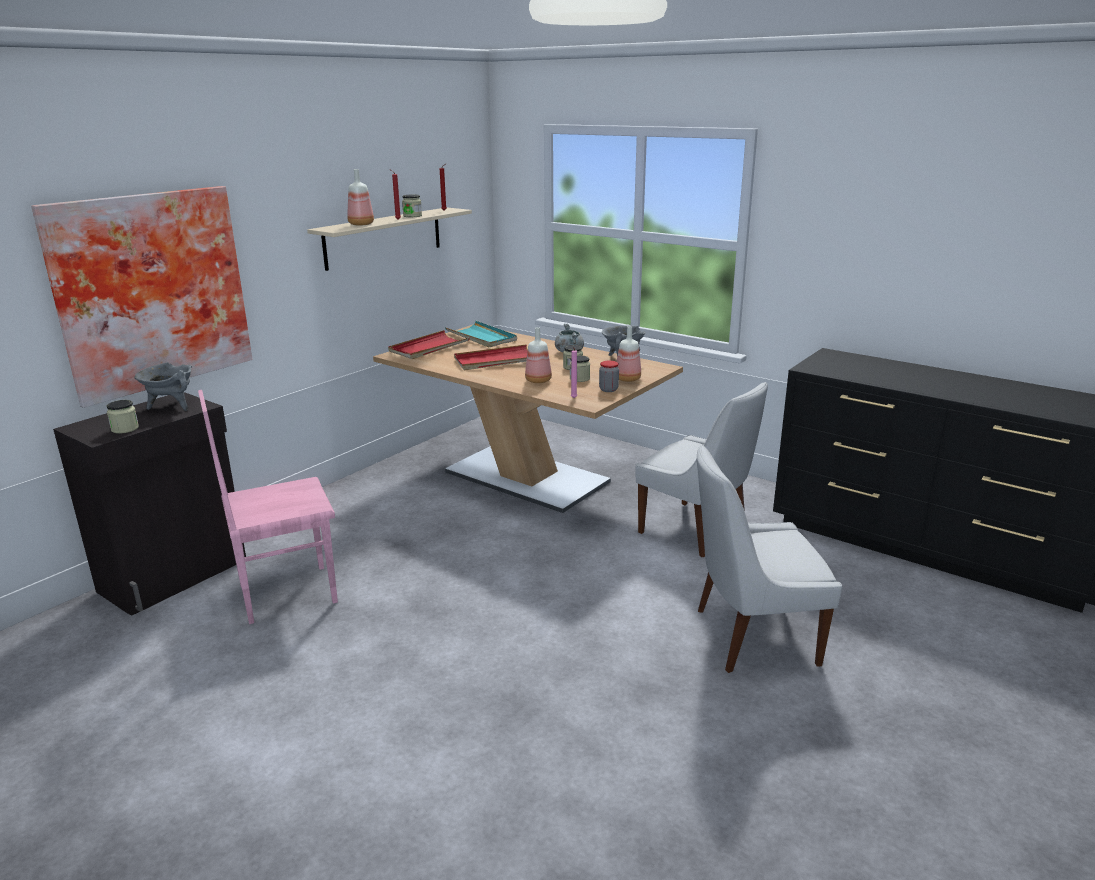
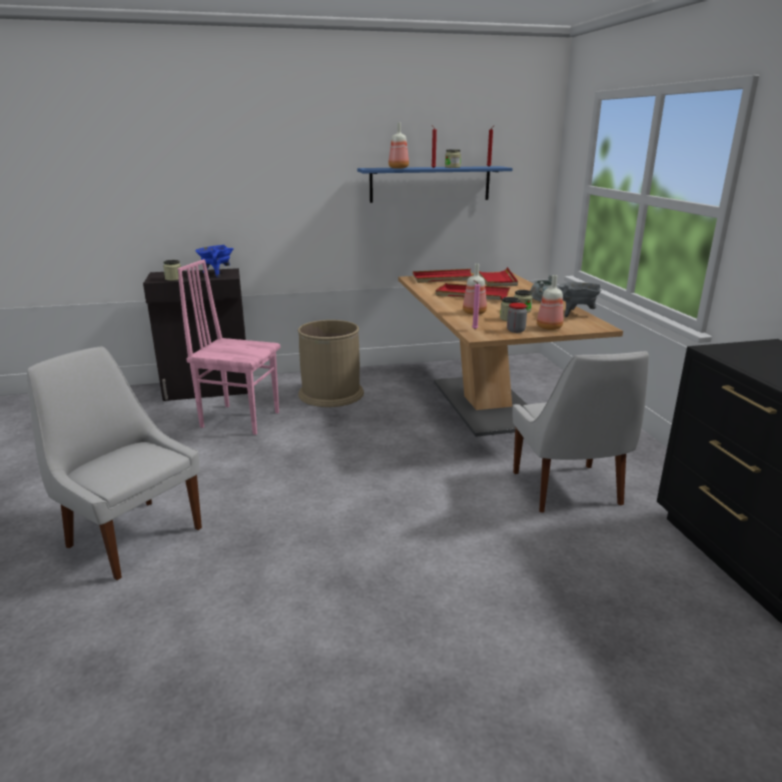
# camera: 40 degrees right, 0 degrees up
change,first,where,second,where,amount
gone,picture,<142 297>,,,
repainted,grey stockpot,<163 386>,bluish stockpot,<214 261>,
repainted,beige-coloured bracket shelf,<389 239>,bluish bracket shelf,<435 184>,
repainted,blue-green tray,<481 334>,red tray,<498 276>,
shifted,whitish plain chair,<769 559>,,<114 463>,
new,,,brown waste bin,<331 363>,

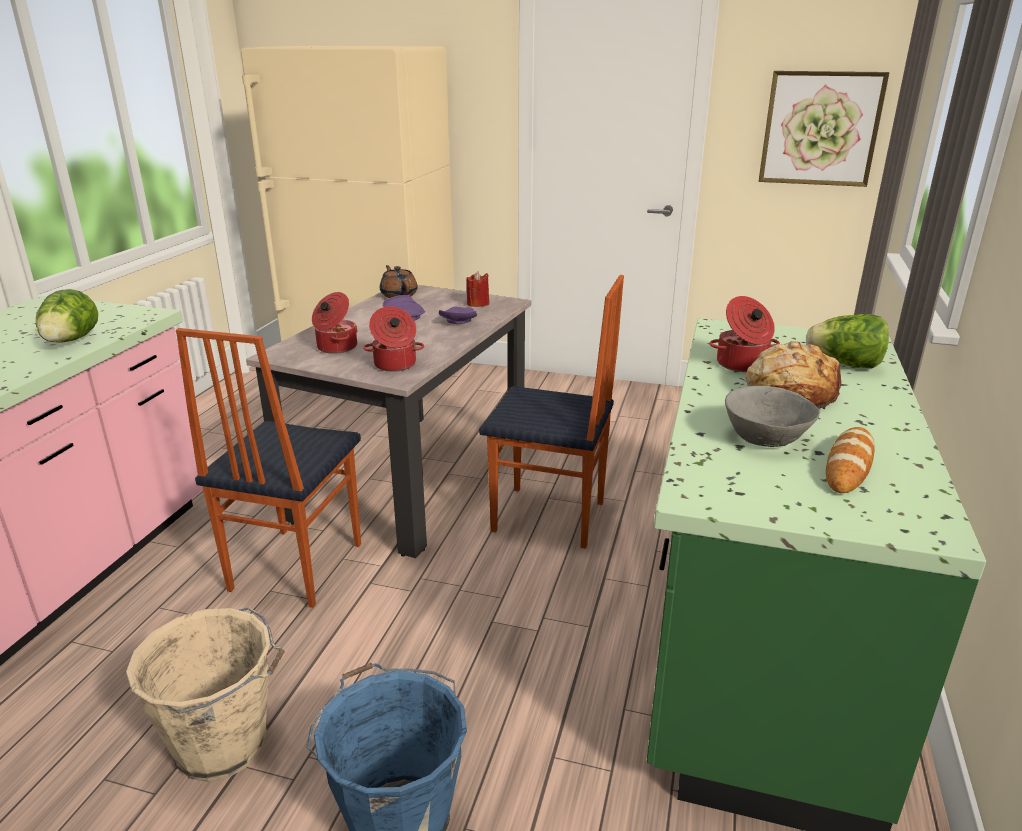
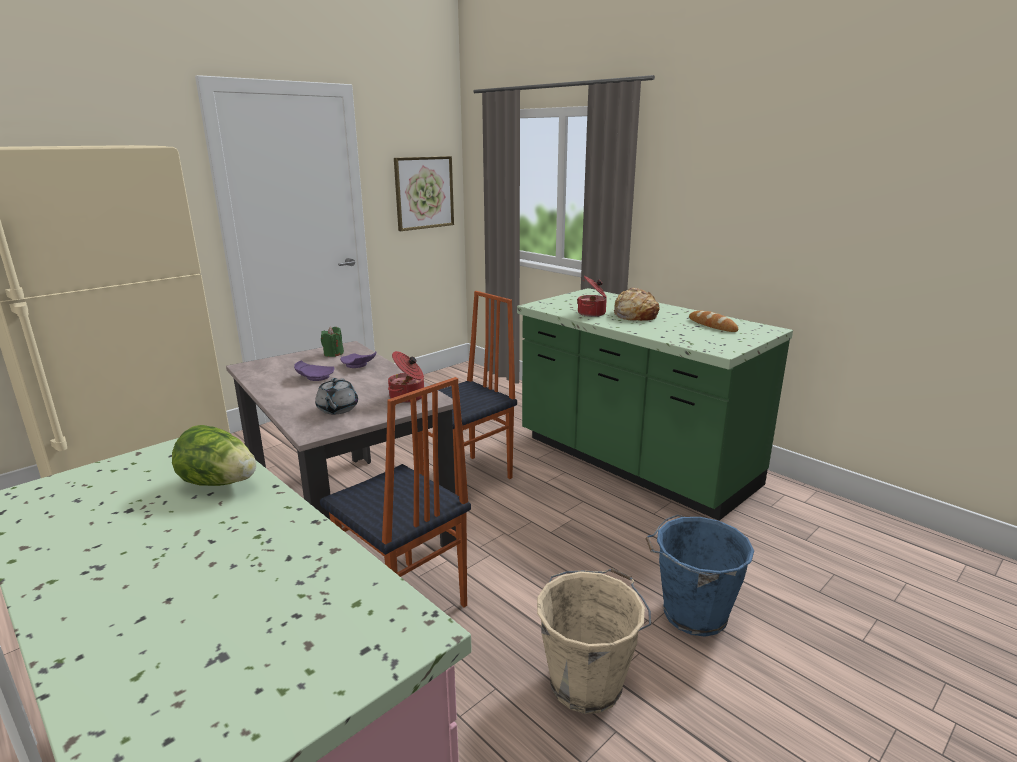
# camera: 60 degrees left, 5 degrees down
change,first,where,second,where,amount
swapped,stockpot,<335 323>,grey tea pot,<336 396>,
gone,brown tea pot,<399 281>,,,
repainted,red wax light,<478 289>,greenish wax light,<332 342>,
gone,grey deep dish,<772 416>,,,
gone,lettuce head,<847 341>,,,

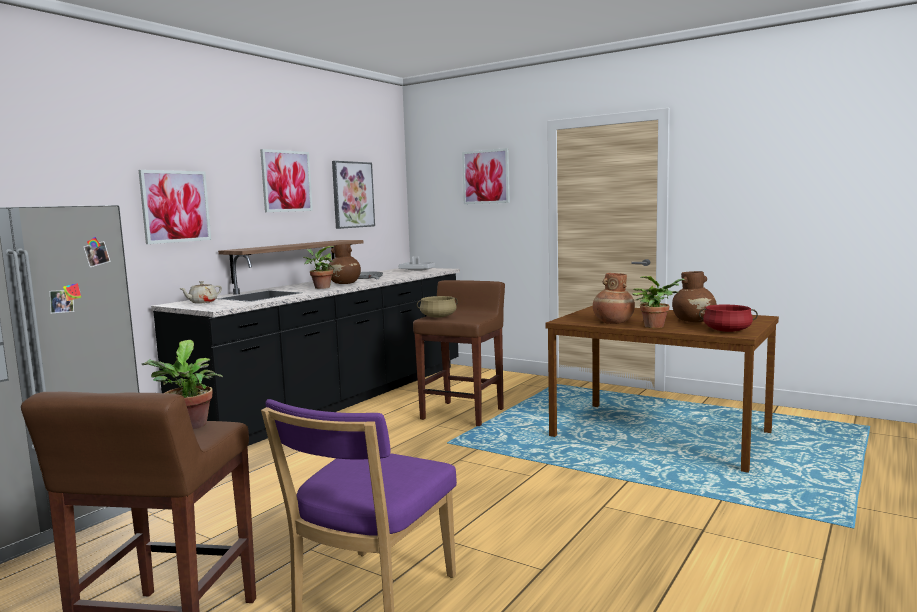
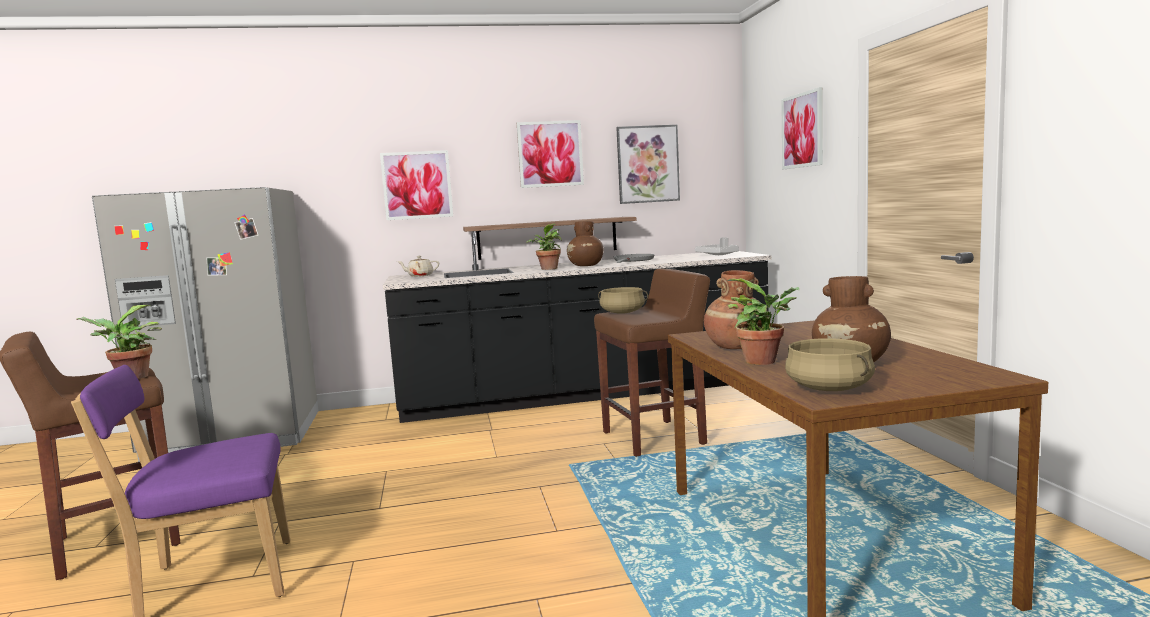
# camera: 45 degrees right, 0 degrees up
change,first,where,second,where,amount
repainted,red stockpot,<728 318>,beige-coloured stockpot,<830 364>,

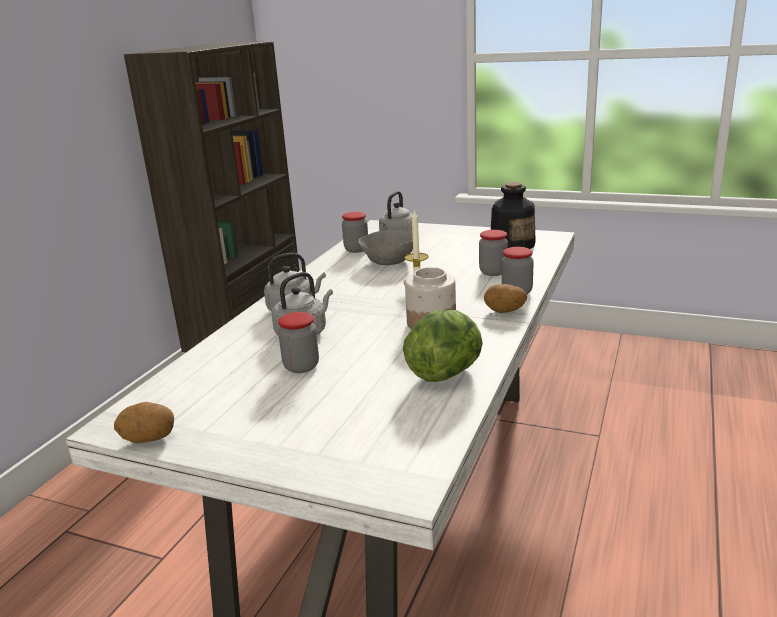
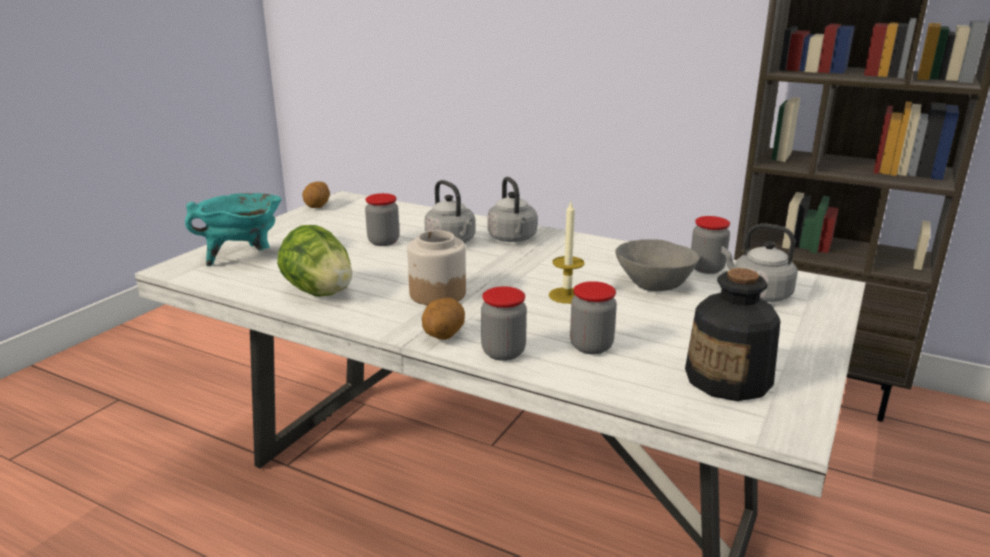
# camera: 95 degrees right, 0 degrees up
change,first,where,second,where,amount
new,,,blue-green stockpot,<233 229>,

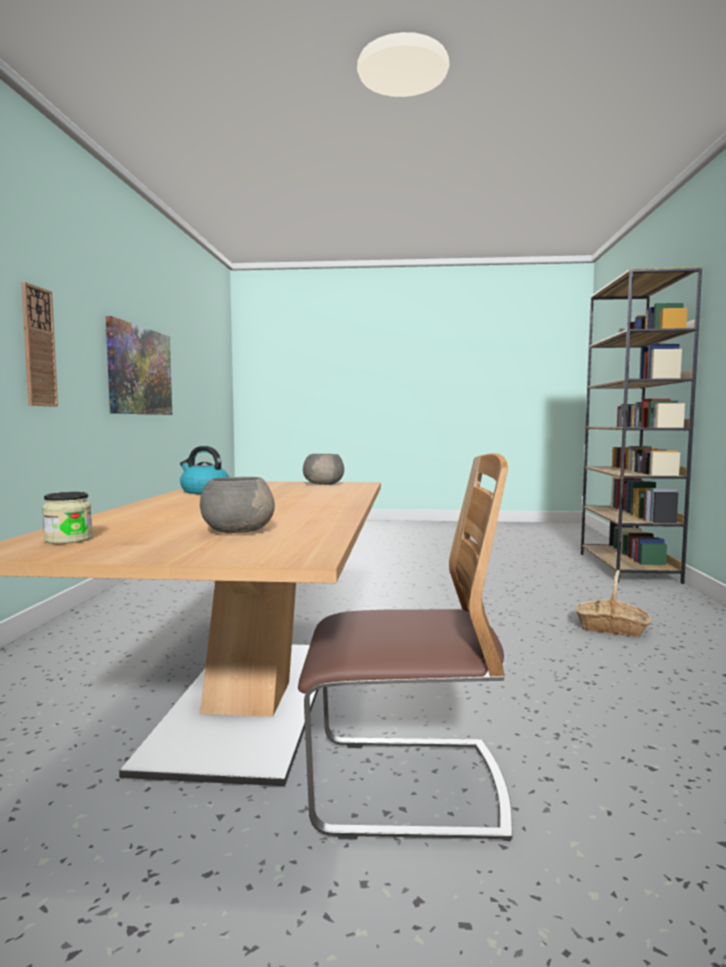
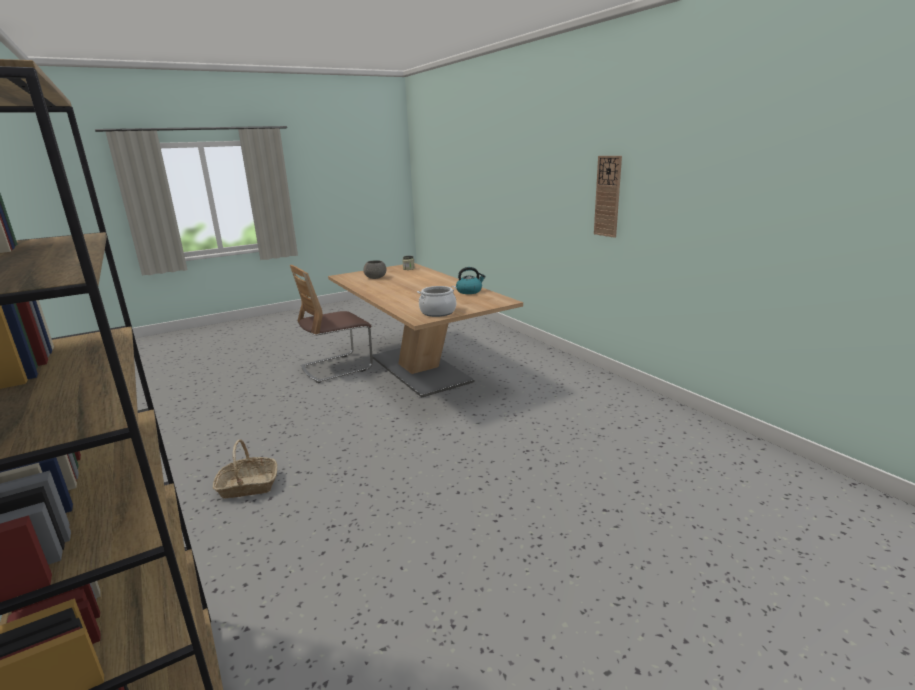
# camera: 145 degrees right, 15 degrees up
change,first,where,second,where,amount
gone,picture,<139 365>,,,
swapped,grey deep dish,<323 469>,stockpot,<437 301>,

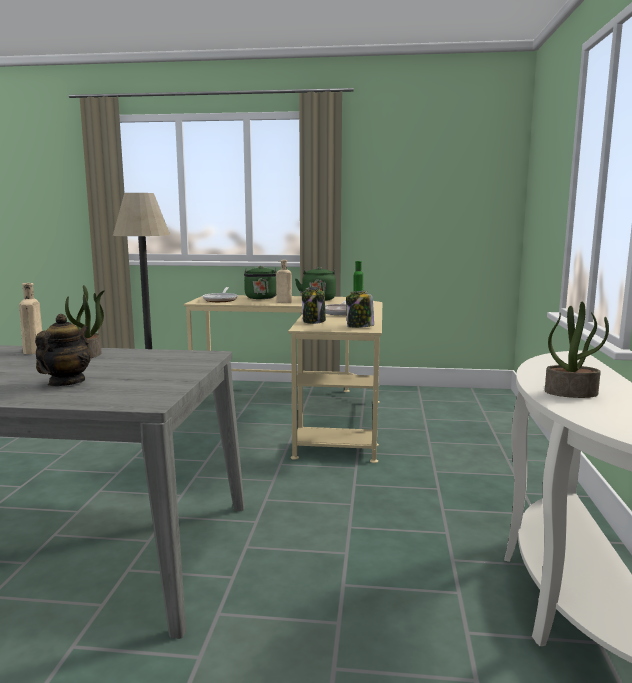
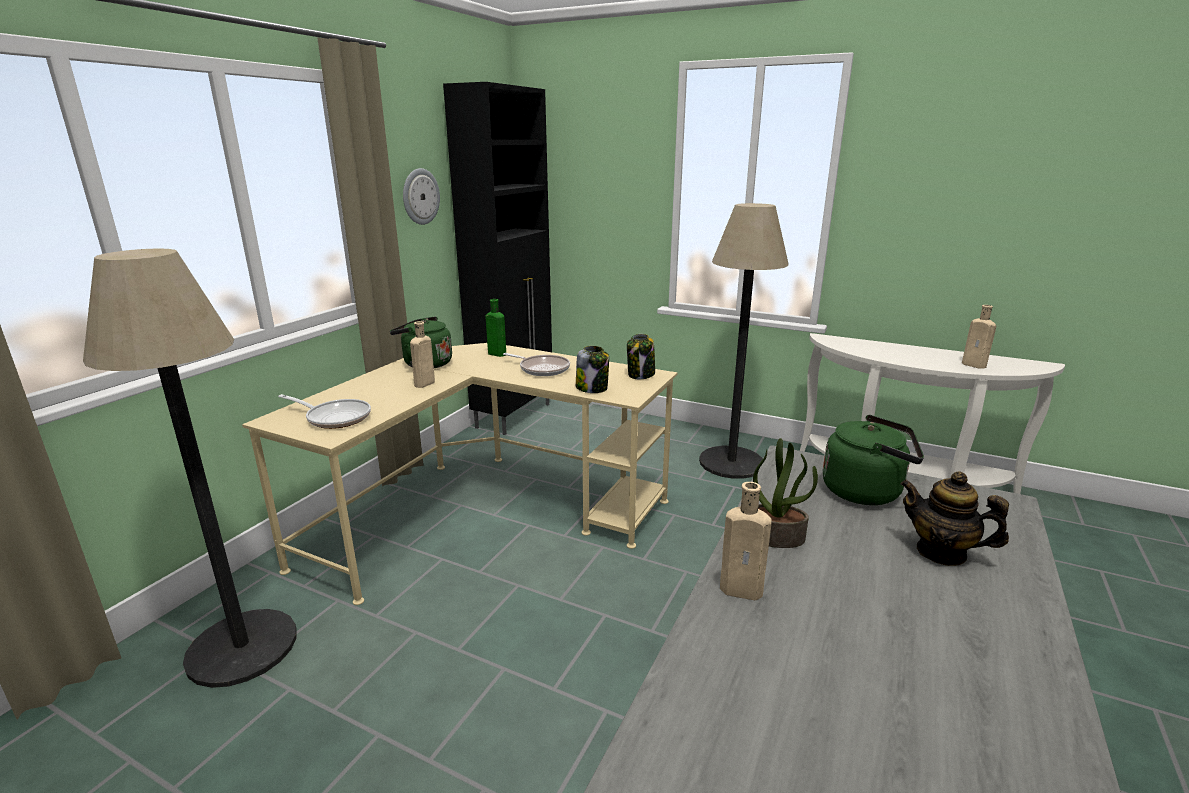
# camera: 70 degrees left, 10 degrees up
change,first,where,second,where,amount
shifted,greenish tea kettle,<260 282>,,<873 460>,
gone,potted plant,<577 350>,,,
new,,,wall clock,<421 196>,
new,,,black storage cabinet,<497 258>,
new,,,standing lamp,<744 341>,
new,,,beige-coloured bottle,<979 337>,

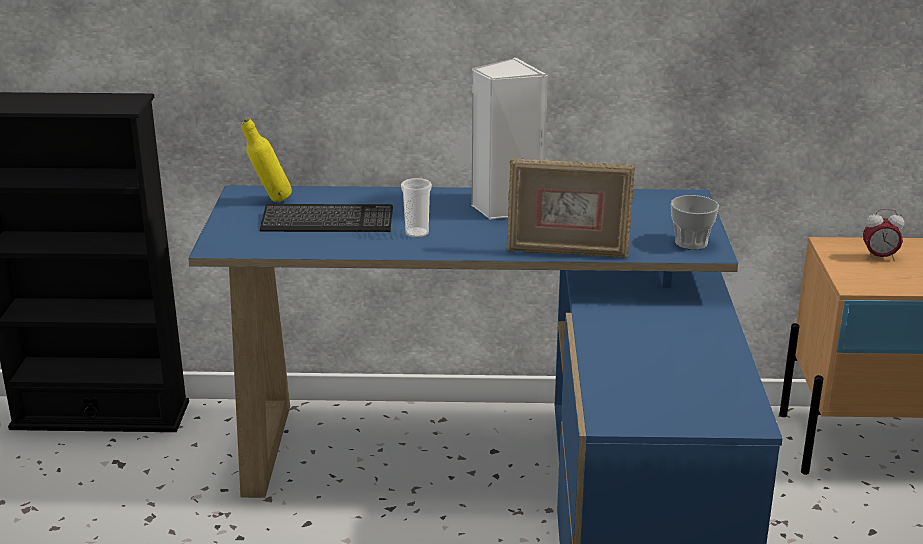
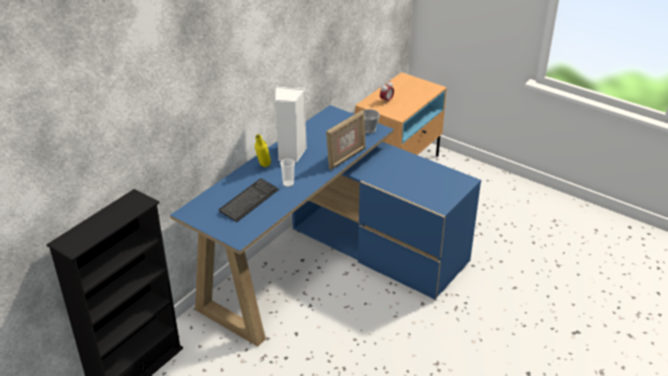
# camera: 55 degrees left, 10 degrees up
change,first,where,second,where,amount
shifted,yellow-coloured bottle,<266 160>,,<263 150>,

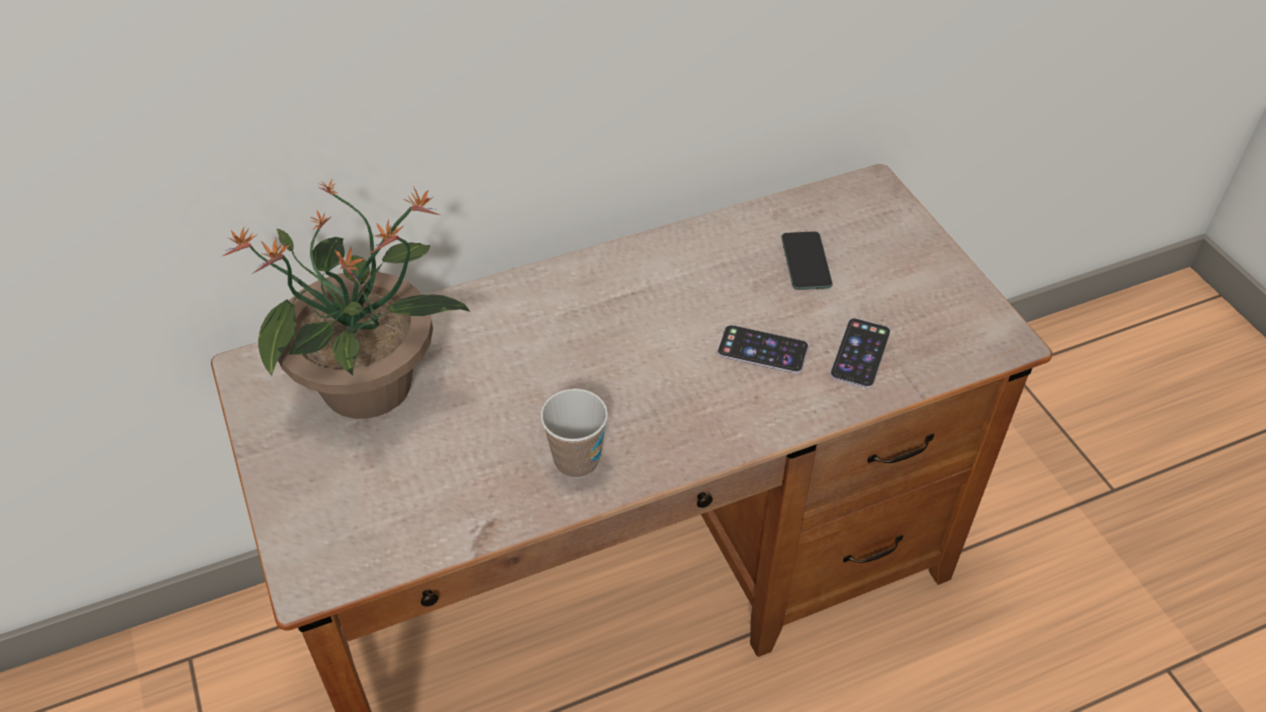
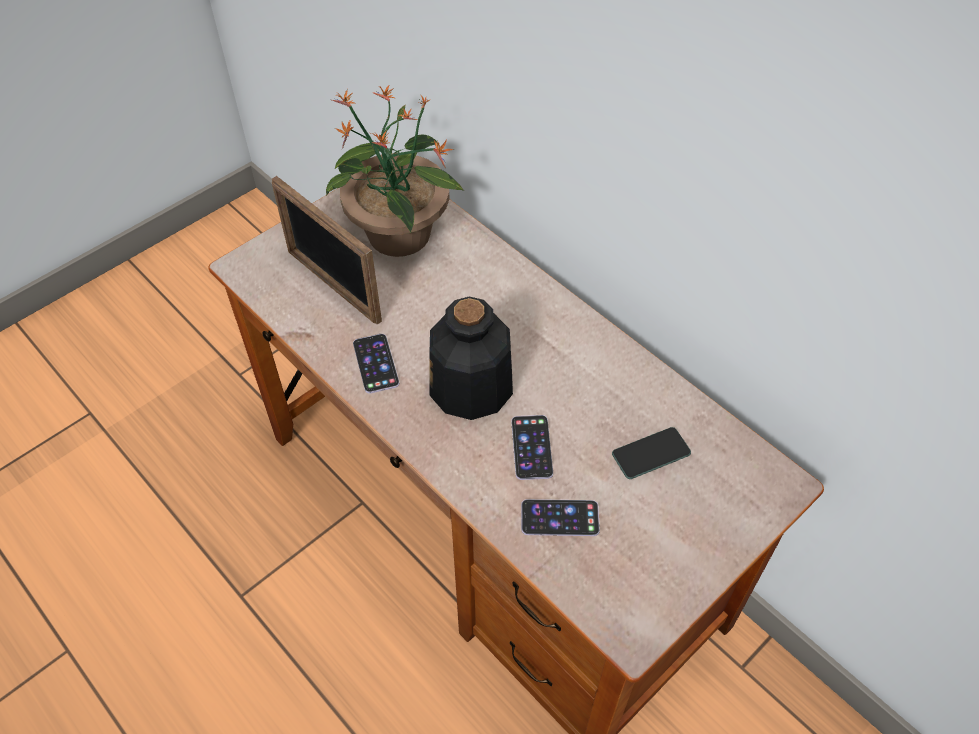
# camera: 70 degrees right, 5 degrees up
change,first,where,second,where,amount
swapped,small cup,<574 433>,handset,<376 364>,
new,,,picture frame,<327 250>,
new,,,bottle,<471 358>,

